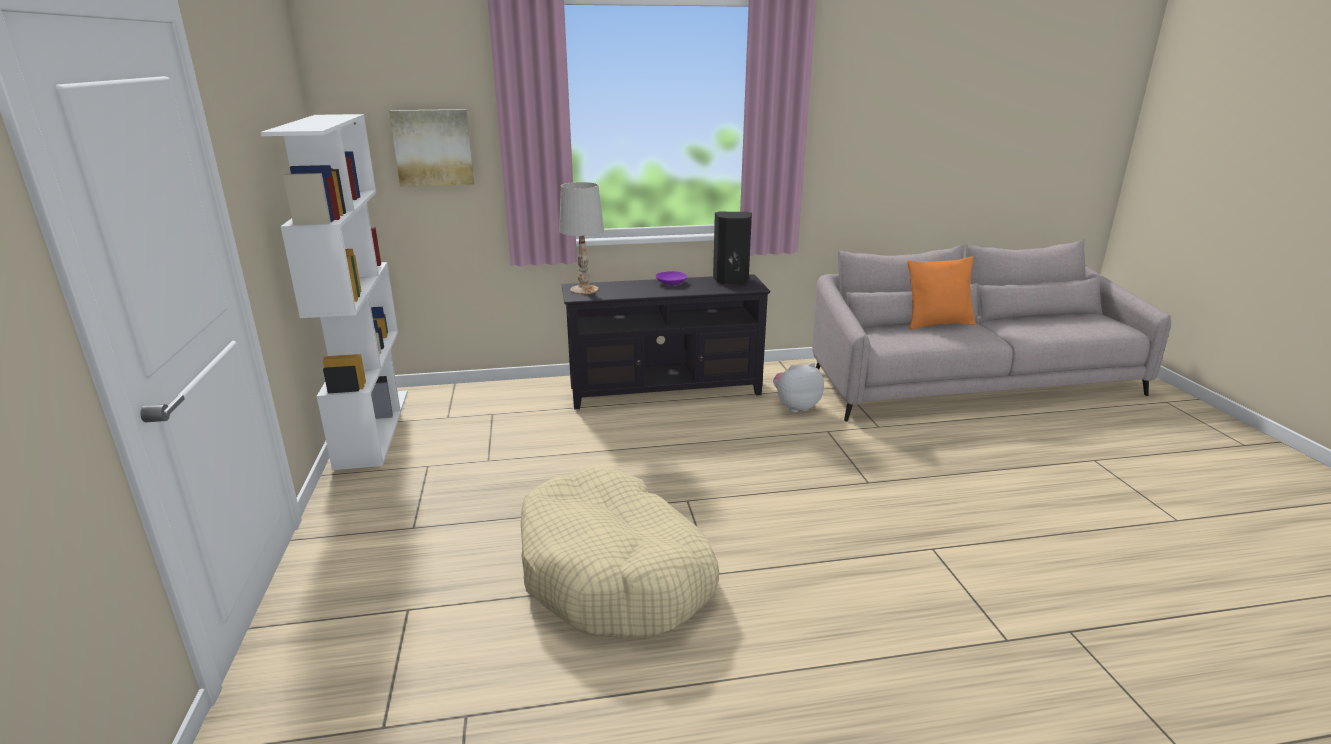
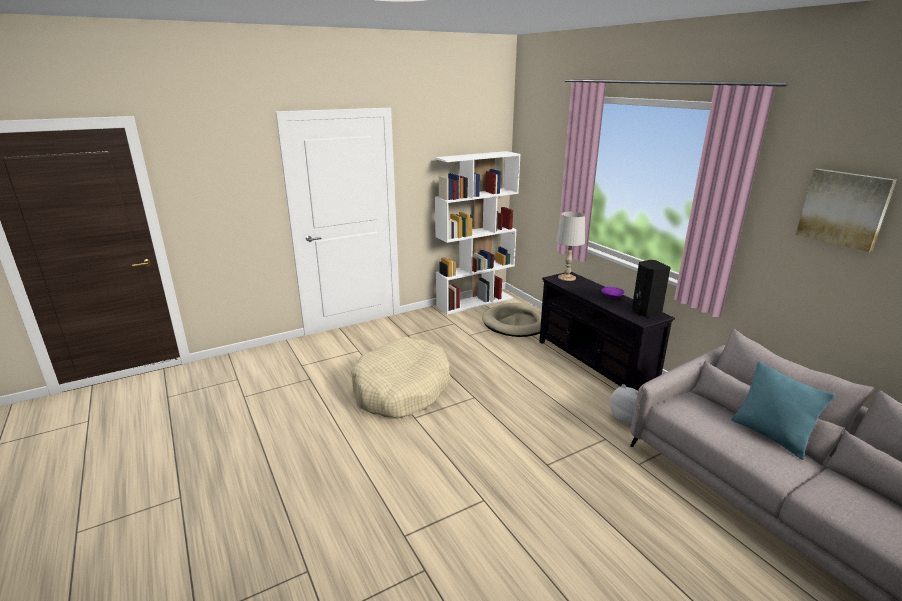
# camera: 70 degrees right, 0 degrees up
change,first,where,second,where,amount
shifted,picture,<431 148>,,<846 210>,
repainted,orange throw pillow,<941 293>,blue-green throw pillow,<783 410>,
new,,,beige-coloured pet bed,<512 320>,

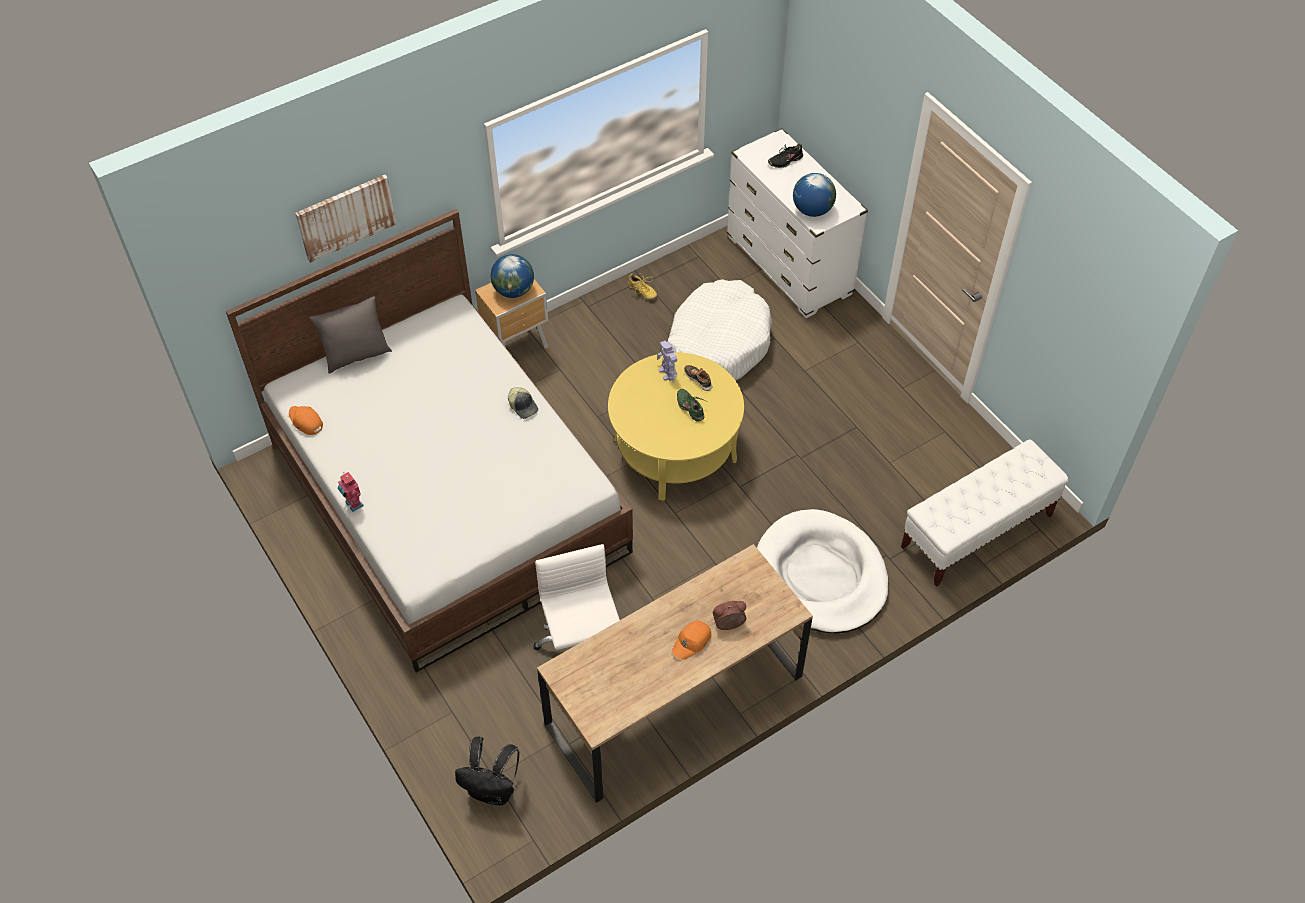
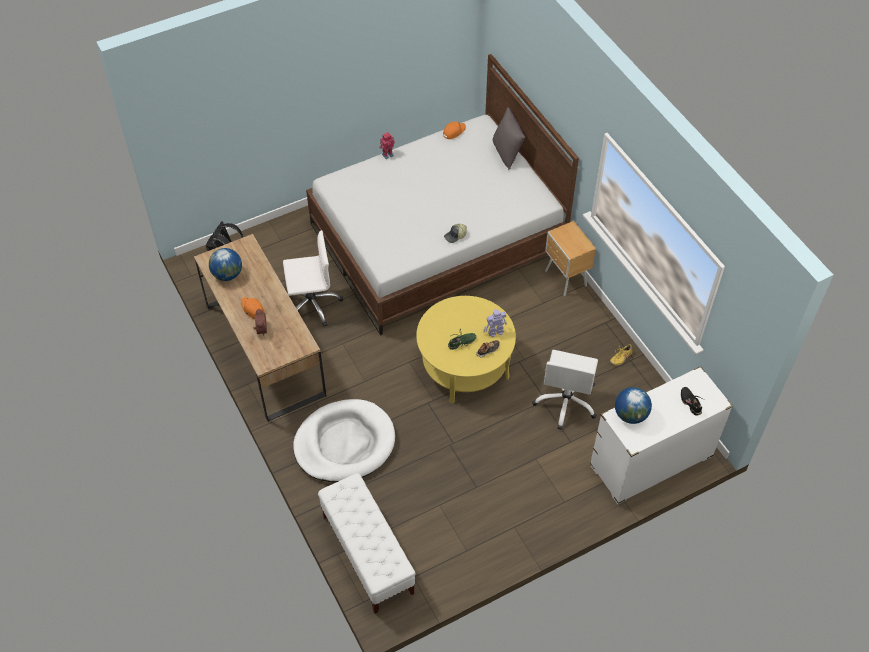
# camera: 95 degrees right, 0 degrees up
change,first,where,second,where,amount
gone,picture,<346 219>,,,
shifted,globe,<512 276>,,<225 264>,
swapped,whitish pet bed,<720 330>,whitish computer chair,<565 390>,

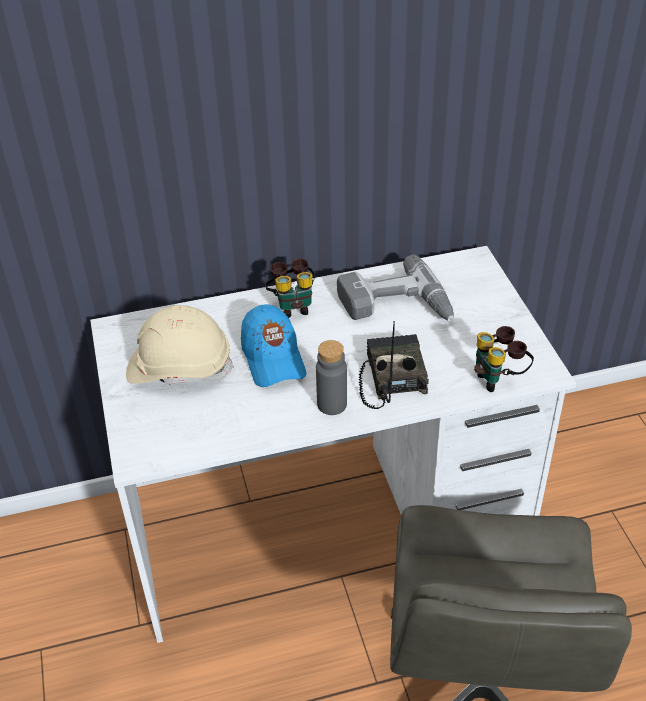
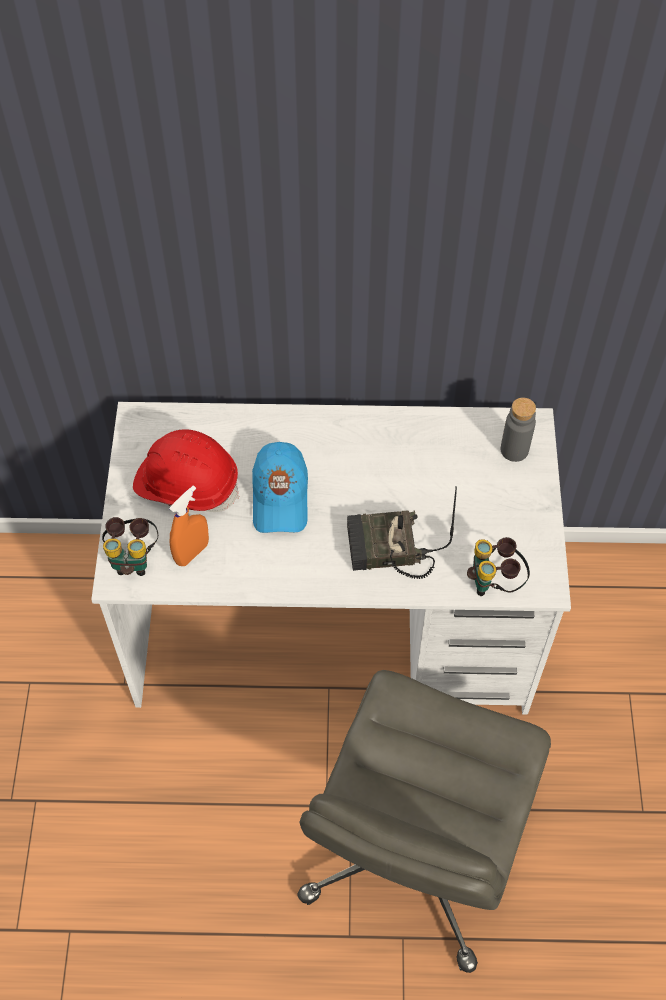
# camera: 15 degrees right, 15 degrees up
change,first,where,second,where,amount
repainted,beige-coloured safety helmet,<180 345>,red safety helmet,<186 471>,
shifted,field glasses,<290 288>,,<130 546>,
shifted,grey bottle,<331 377>,,<518 430>,
gone,electric drill,<395 288>,,,
rotated,radio receiver,<394 365>,,<402 532>,105 degrees counterclockwise
new,,,orange sprayer,<189 526>,

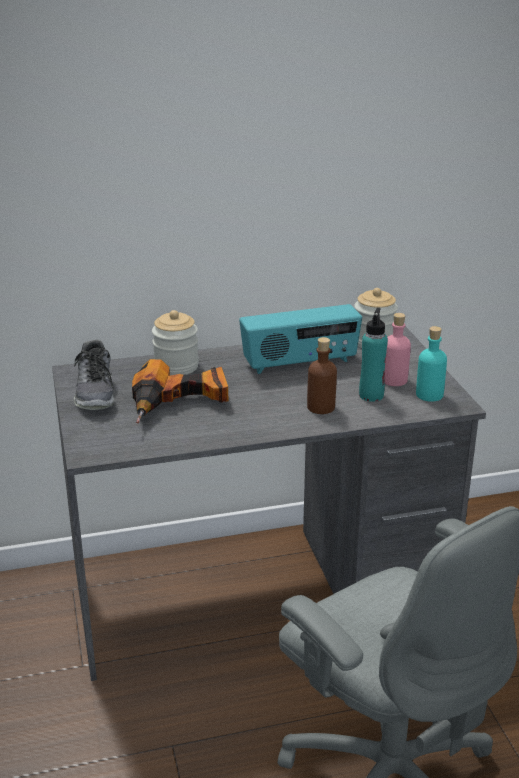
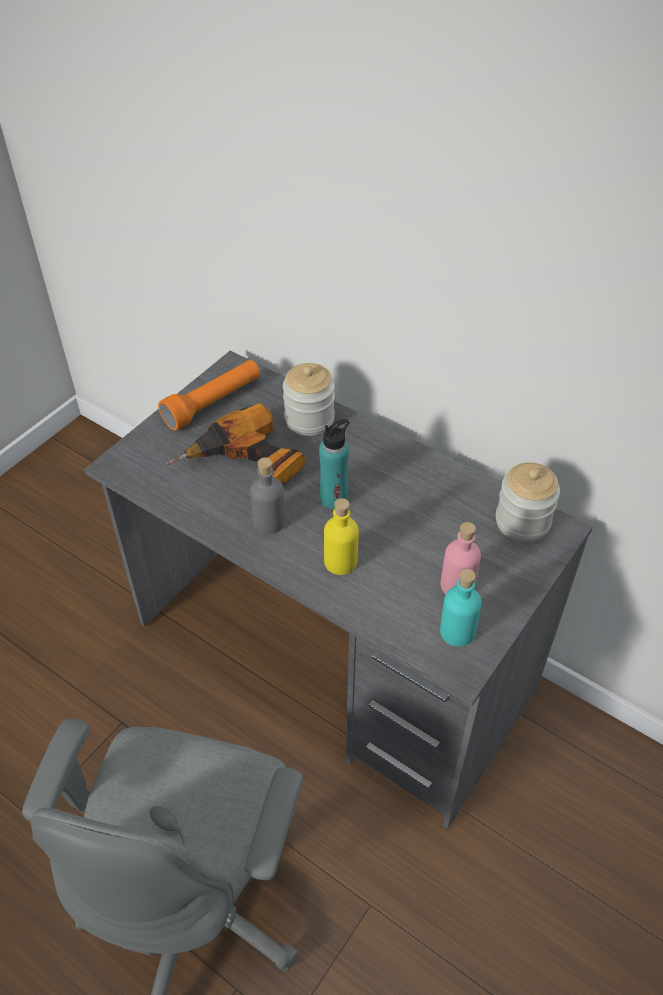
# camera: 50 degrees right, 20 degrees up
change,first,where,second,where,amount
swapped,shoe,<94 375>,orange torch,<209 395>,
gone,radio receiver,<300 339>,,,
repainted,brown bottle,<322 375>,yellow-coloured bottle,<341 536>,
shifted,blue-green bottle,<373 355>,,<334 464>,
new,,,grey bottle,<267 495>,

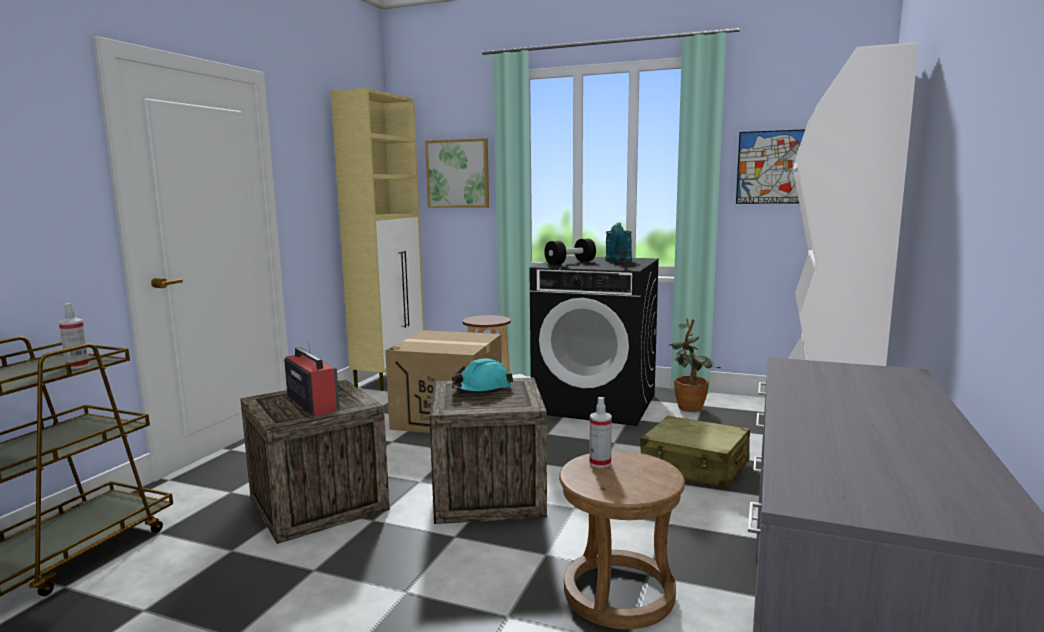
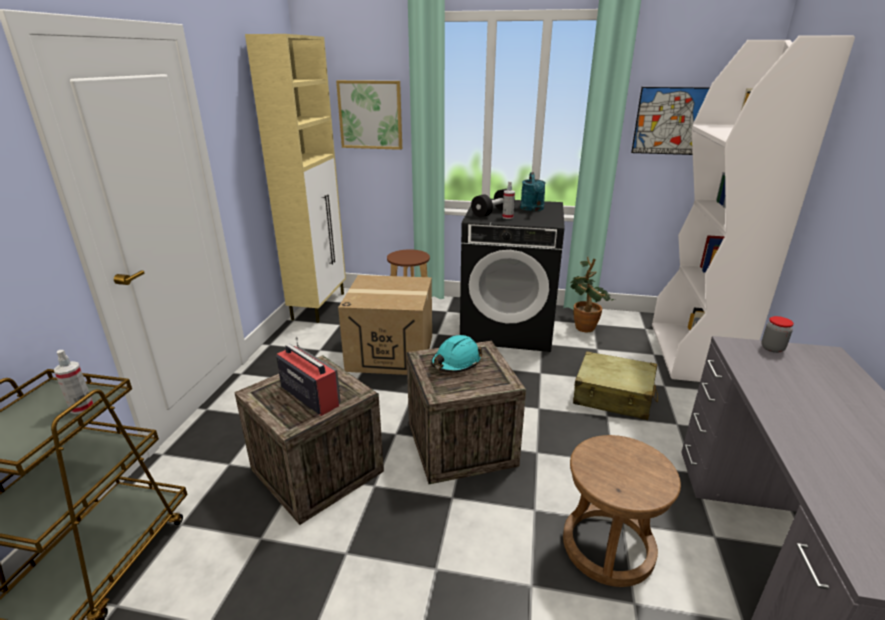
# camera: 10 degrees left, 15 degrees up
change,first,where,second,where,amount
shifted,sprayer,<600 432>,,<508 200>,
new,,,preserve jar,<777 334>,

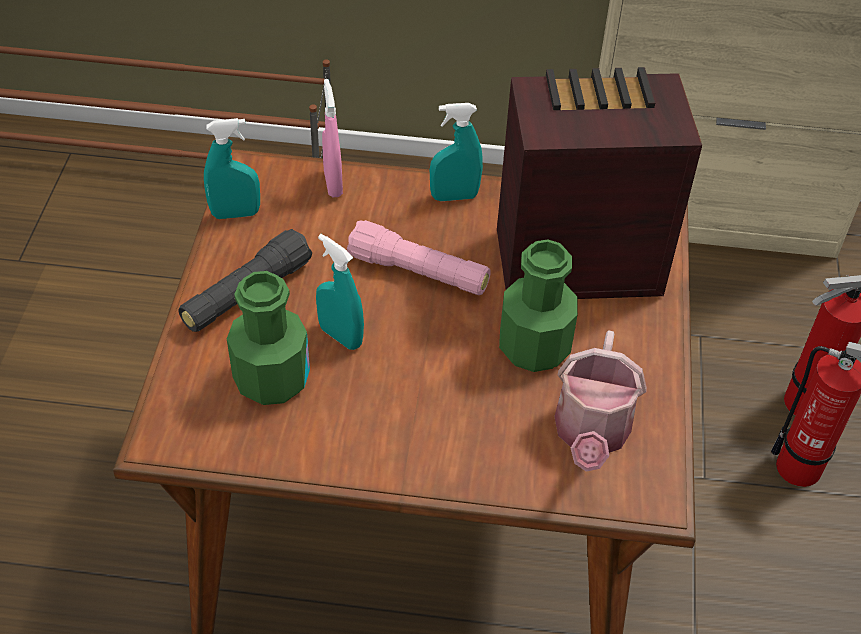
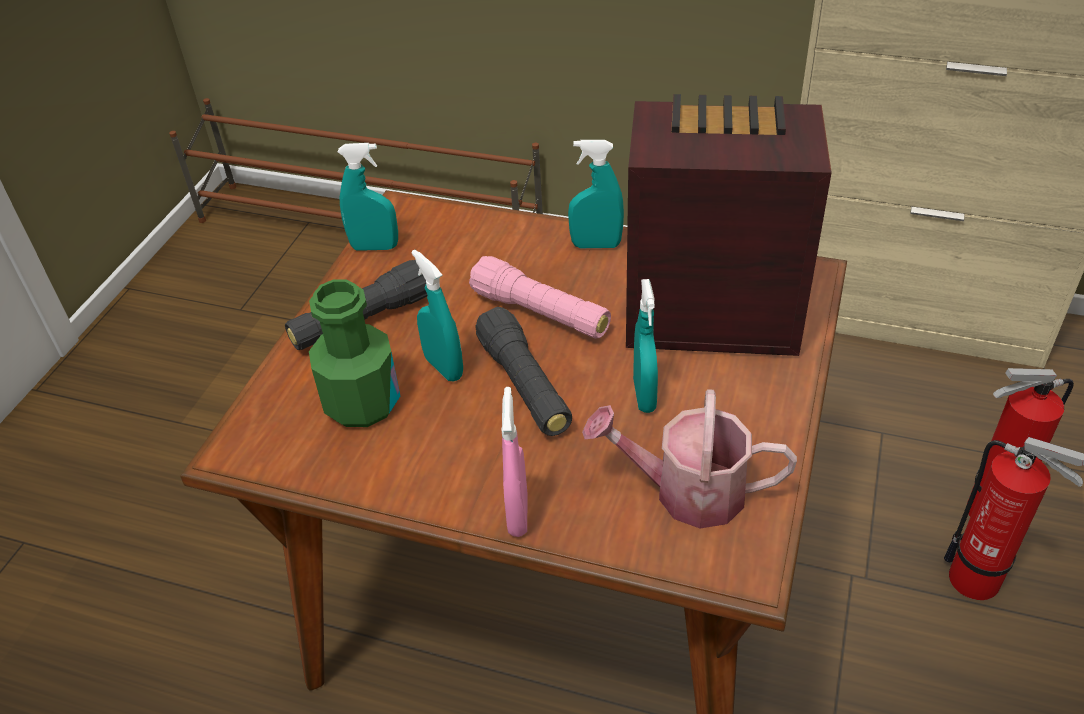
# camera: 15 degrees right, 5 degrees down
change,first,where,second,where,amount
shifted,pink-coloured sprayer,<332 138>,,<514 462>,
swapped,greenish bottle,<538 305>,blue-green sprayer,<645 346>,
rotated,sprinkling can,<600 401>,,<689 459>,75 degrees clockwise
new,,,black torch,<523 371>,

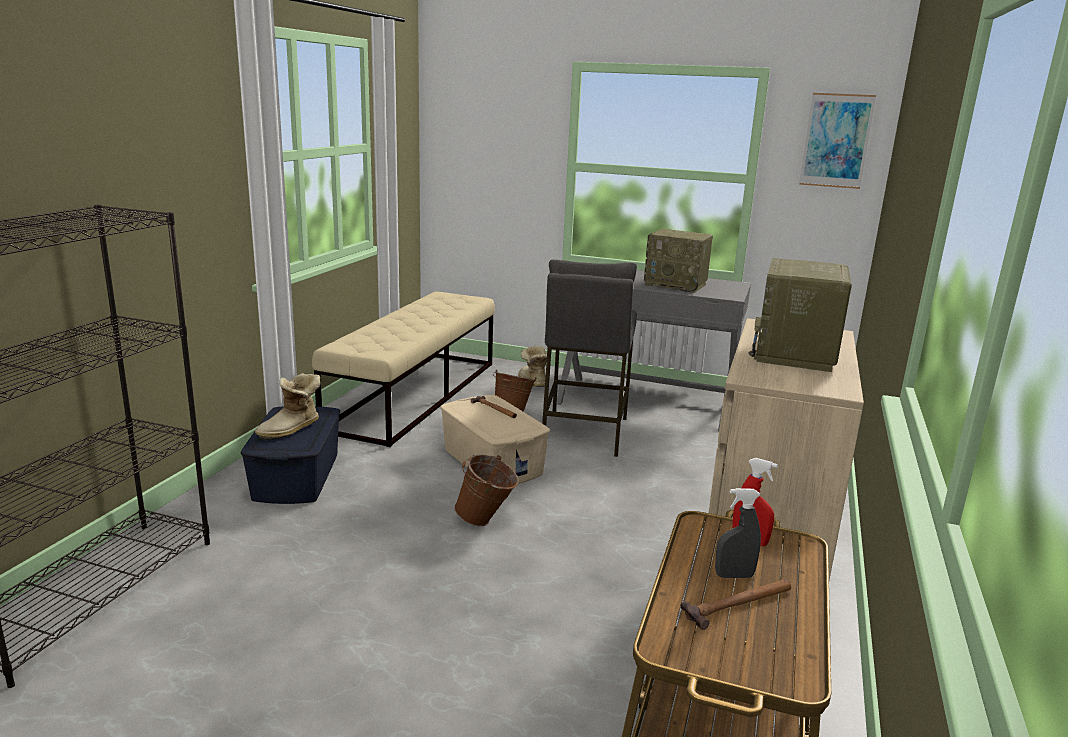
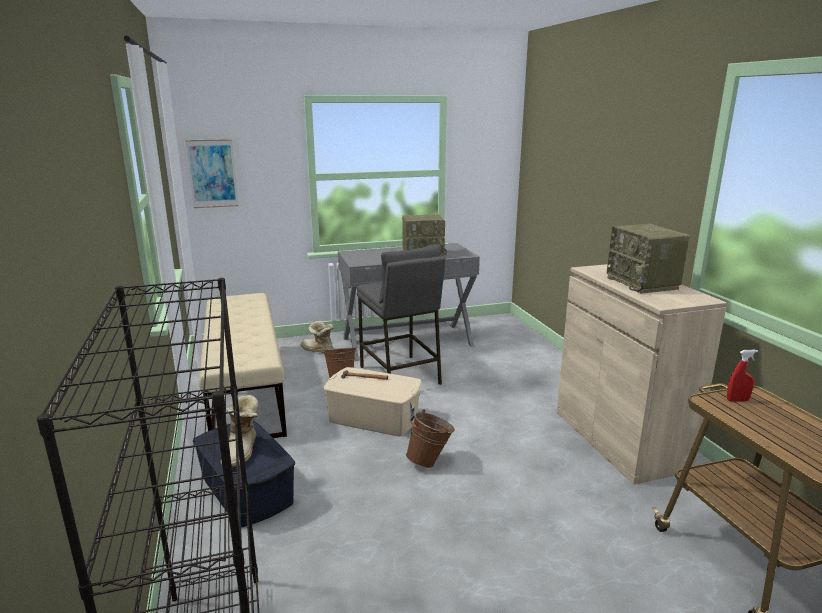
# camera: 35 degrees left, 0 degrees up
change,first,where,second,where,amount
gone,hand hammer,<736 604>,,,
gone,grey sprayer,<738 533>,,,
shifted,picture,<837 141>,,<212 173>,

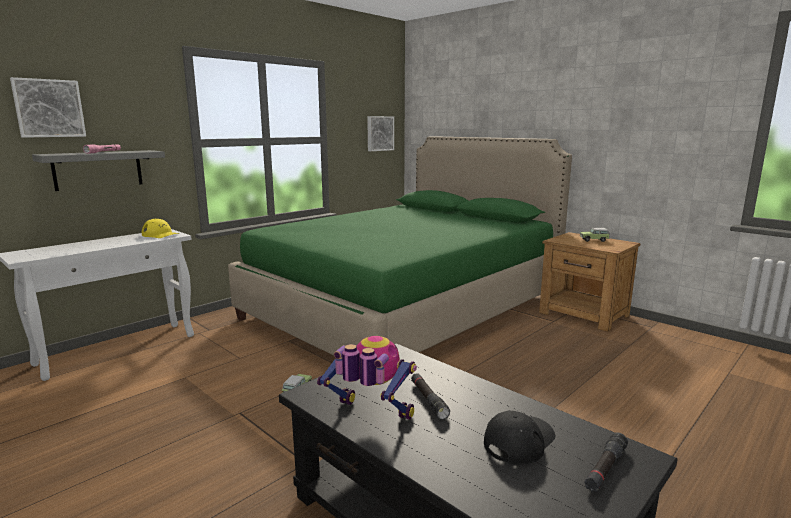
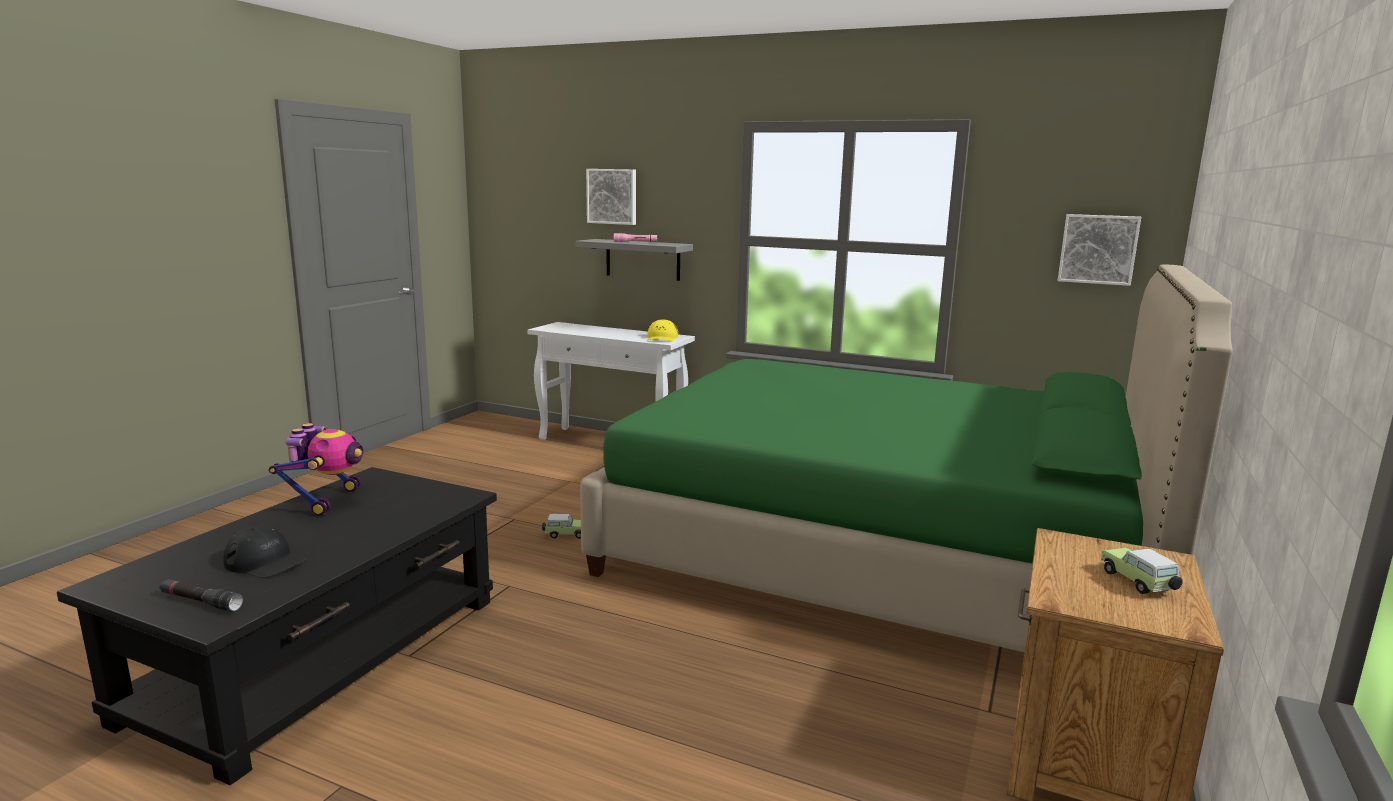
# camera: 70 degrees right, 0 degrees up
change,first,where,second,where,amount
gone,black torch,<430 396>,,,

